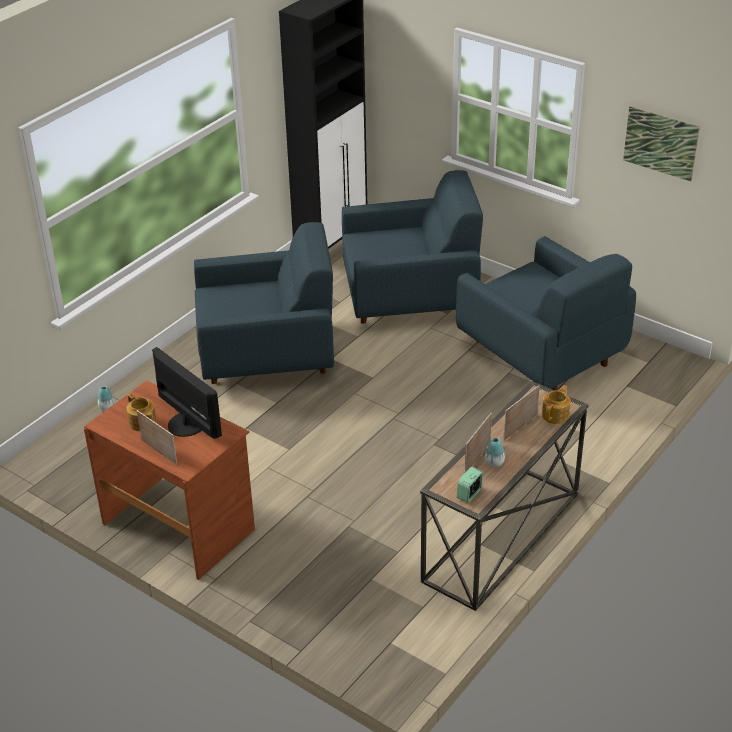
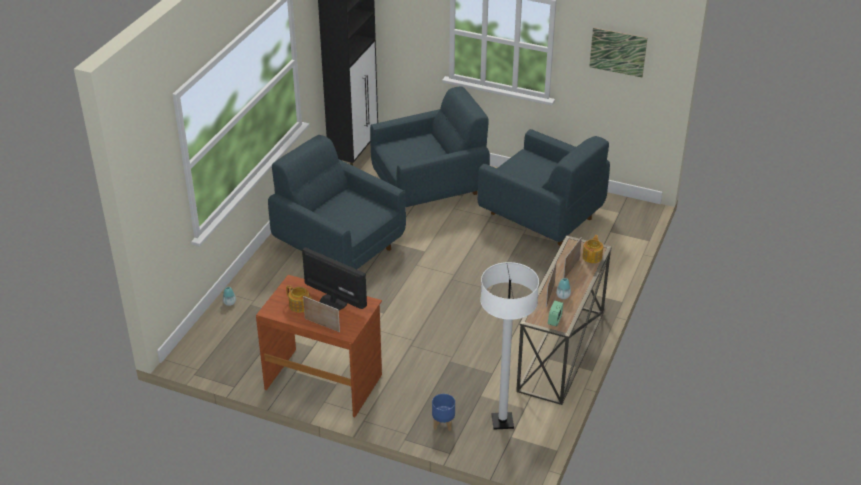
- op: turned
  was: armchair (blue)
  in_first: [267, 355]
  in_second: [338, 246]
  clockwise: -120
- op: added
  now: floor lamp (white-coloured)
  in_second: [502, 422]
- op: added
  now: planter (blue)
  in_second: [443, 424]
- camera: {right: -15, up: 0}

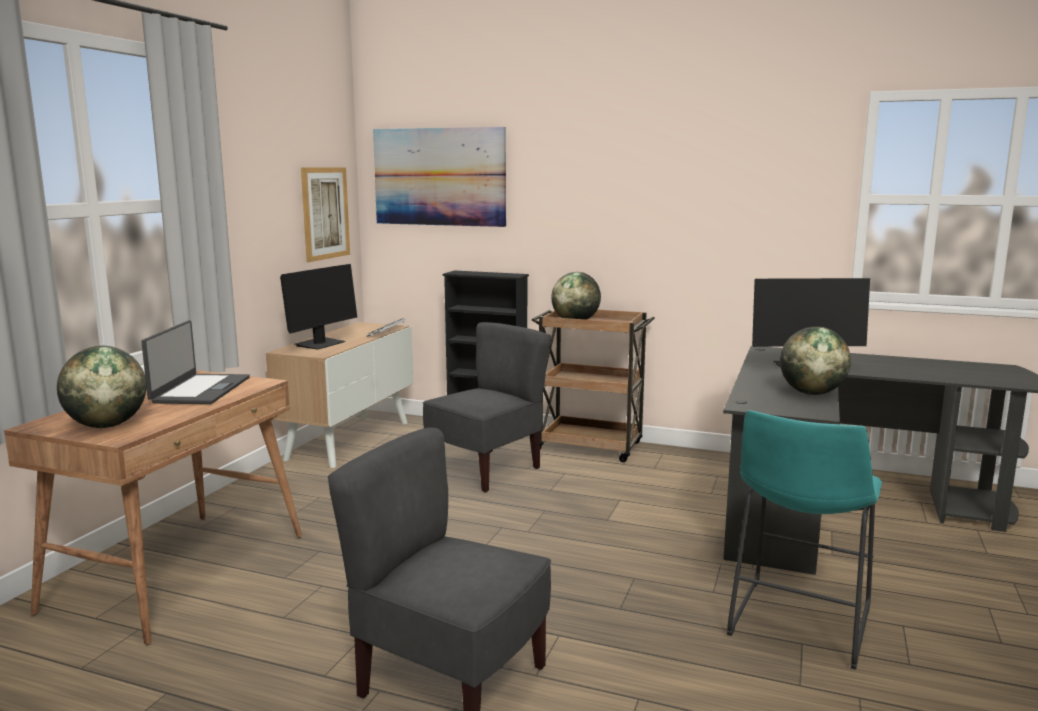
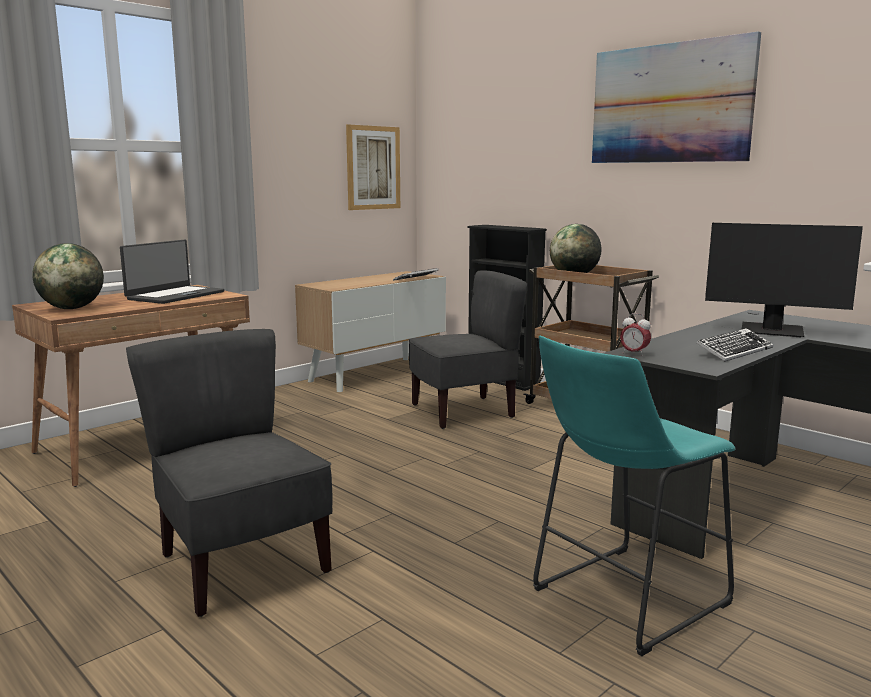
- op: moved
  was: wall art
  in_first: [439, 177]
  in_second: [670, 104]
- op: removed
  was: computer screen
  in_first: [320, 344]
- op: replaced
  was: desk globe
  now: PC keyboard
  in_first: [811, 393]
  in_second: [734, 351]
- op: added
  now: bedside clock
  in_second: [634, 353]
- camera: {right: 25, up: 0}

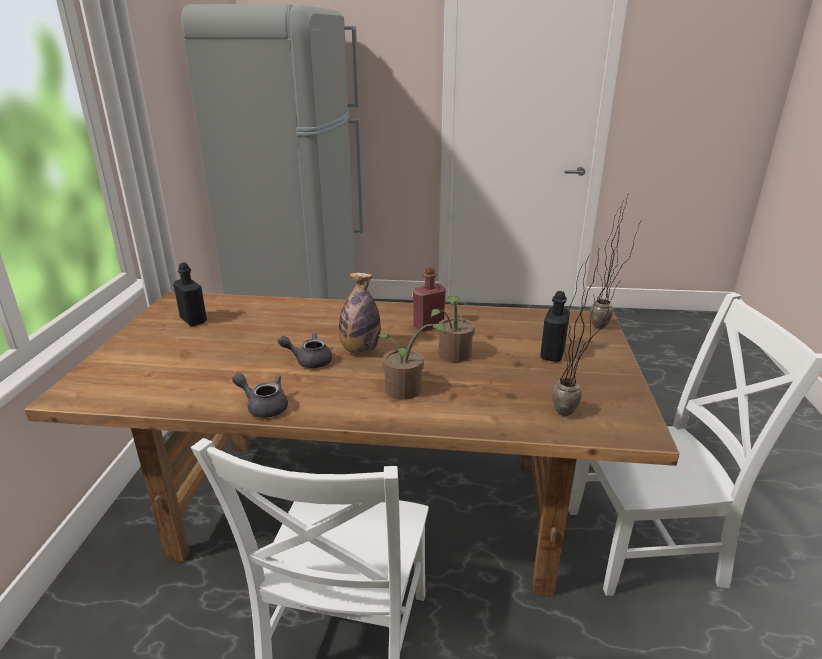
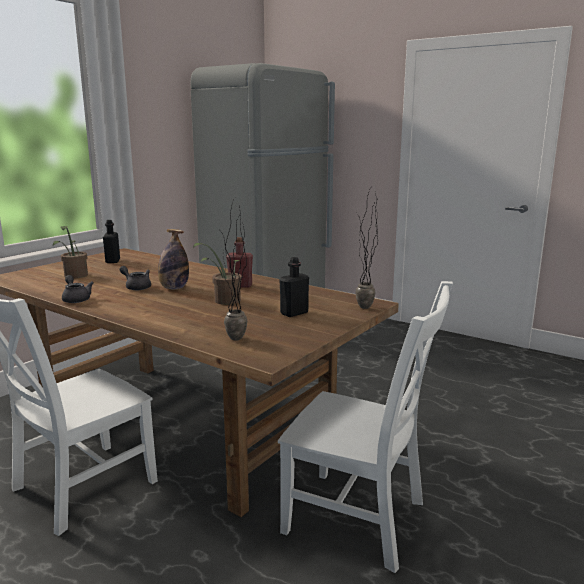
- op: moved
  was: potted plant
  in_first: [406, 392]
  in_second: [74, 276]
- camera: {right: 30, up: -10}

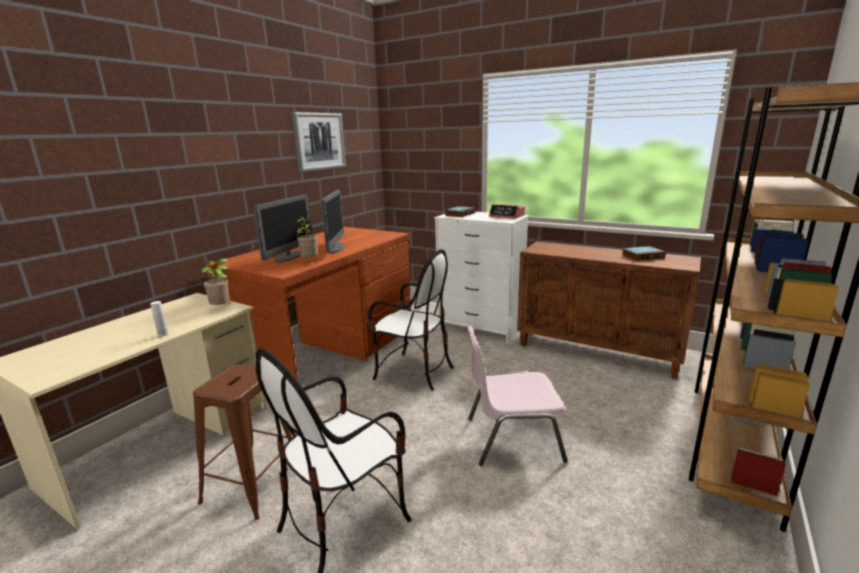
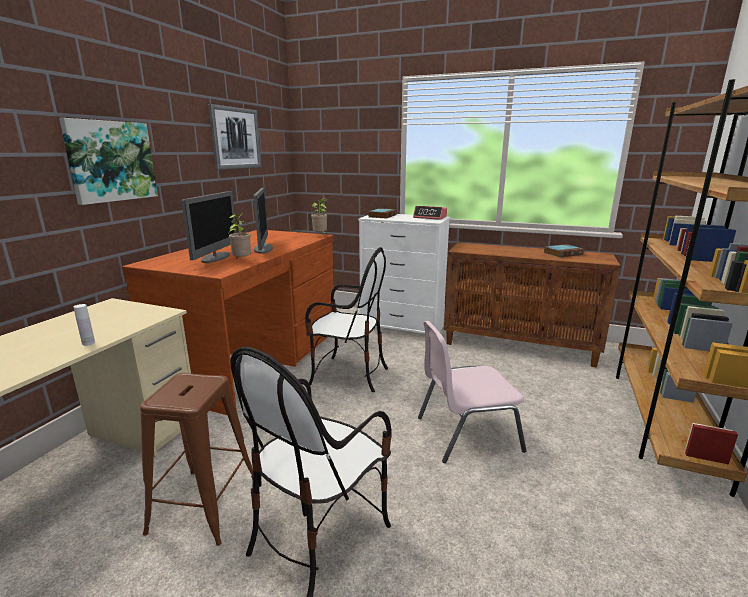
- op: moved
  was: potted plant
  in_first: [222, 308]
  in_second: [321, 236]
- op: added
  now: wall art
  in_second: [111, 161]
- camera: {right: -10, up: 0}

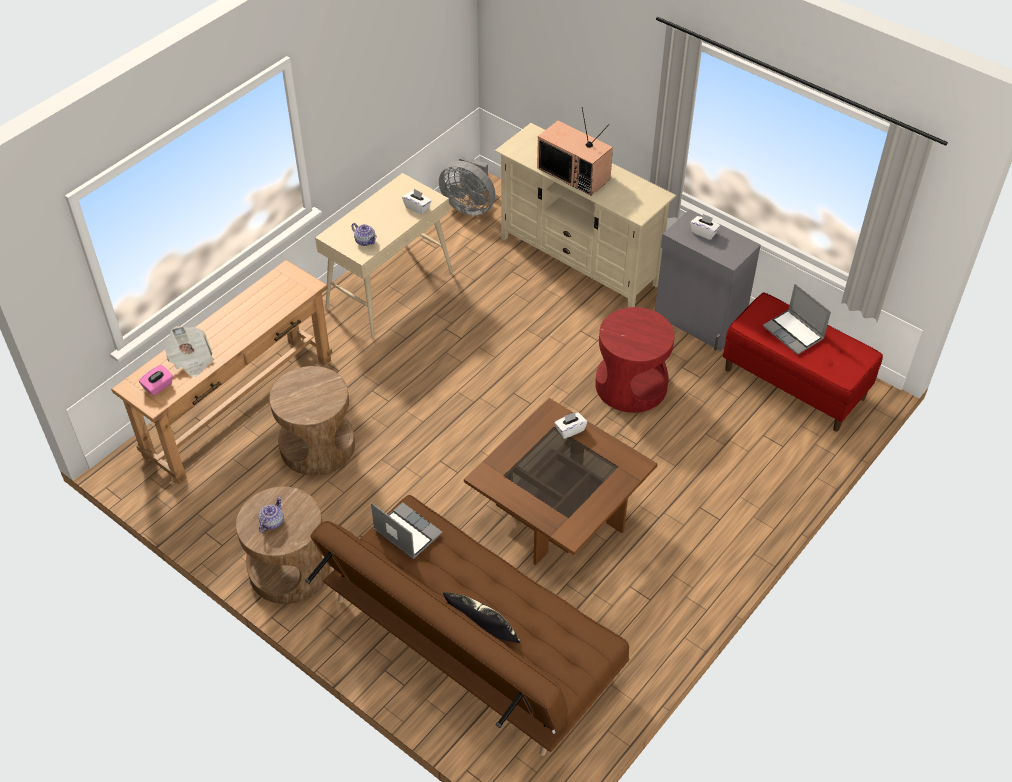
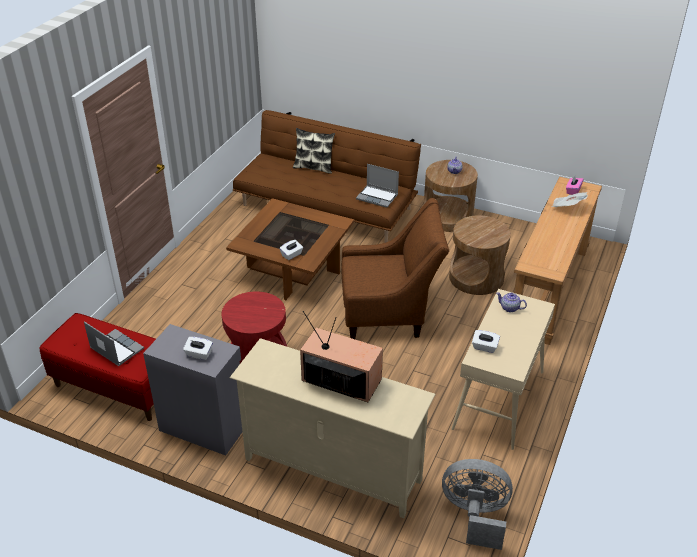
- op: added
  now: armchair (brown-coloured)
  in_second: [390, 312]
- camera: {right: 165, up: -10}

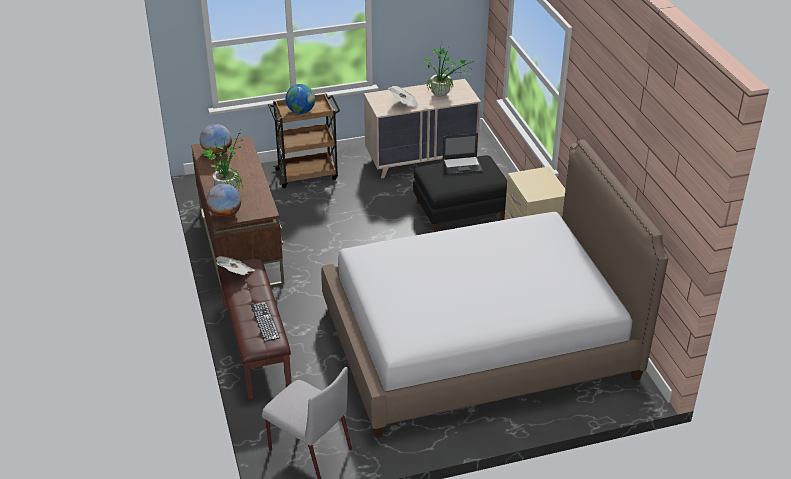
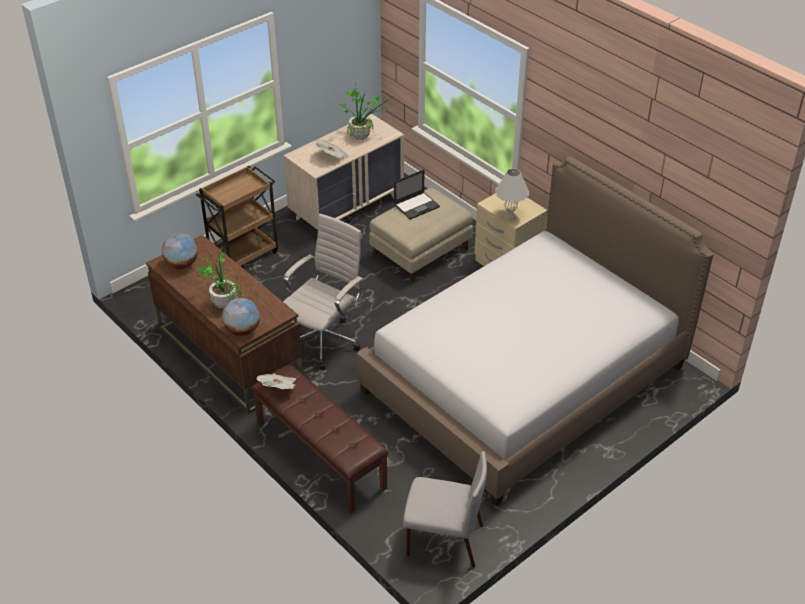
- op: removed
  was: desk globe
  in_first: [301, 111]
- op: recoloured
  was: footrest (black)
  now: footrest (sand-coloured)
  in_first: [461, 212]
  in_second: [421, 251]
- op: removed
  was: PC keyboard
  in_first: [265, 321]
- op: added
  now: lamp for a table (white-coloured)
  in_second: [510, 216]
- op: added
  now: desk chair (white-coloured)
  in_second: [325, 340]
- camera: {right: -25, up: 5}

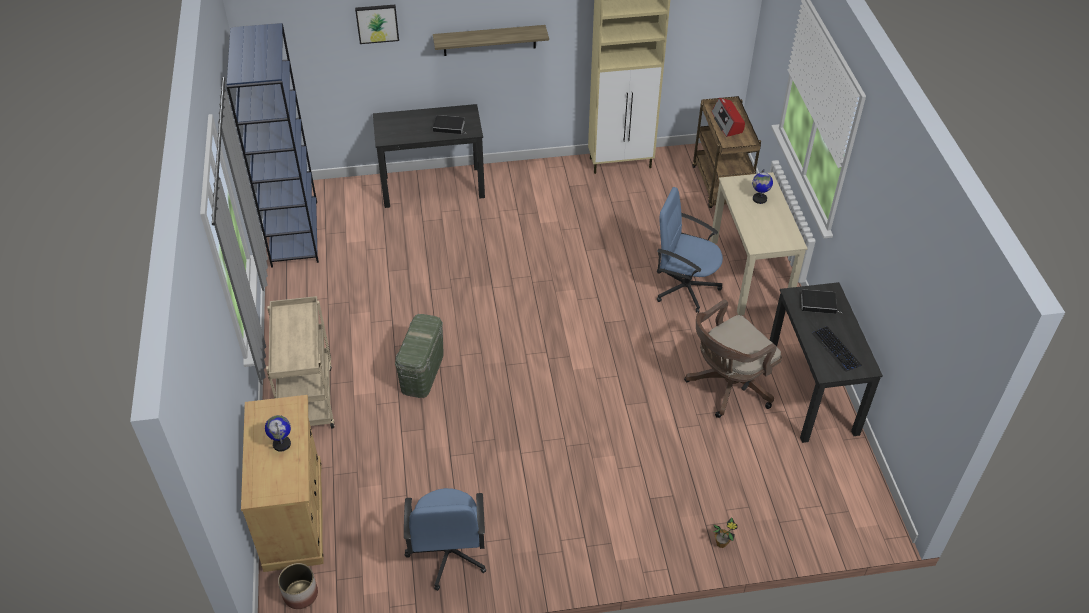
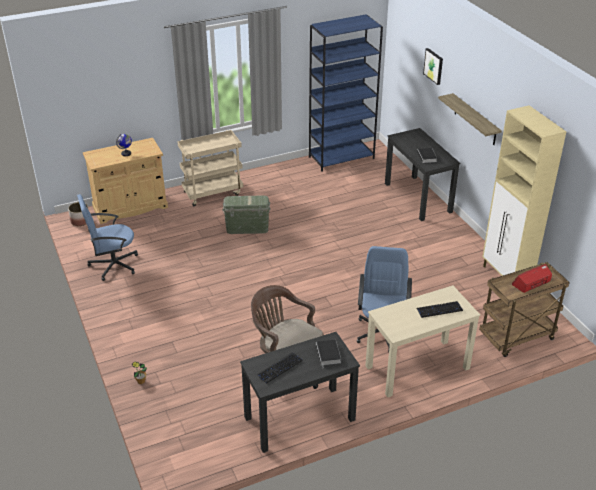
- op: replaced
  was: desk globe
  now: PC keyboard
  in_first: [759, 199]
  in_second: [439, 310]
- camera: {right: 75, up: -10}

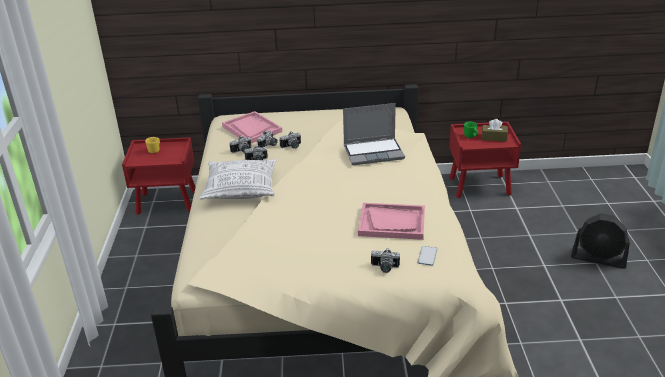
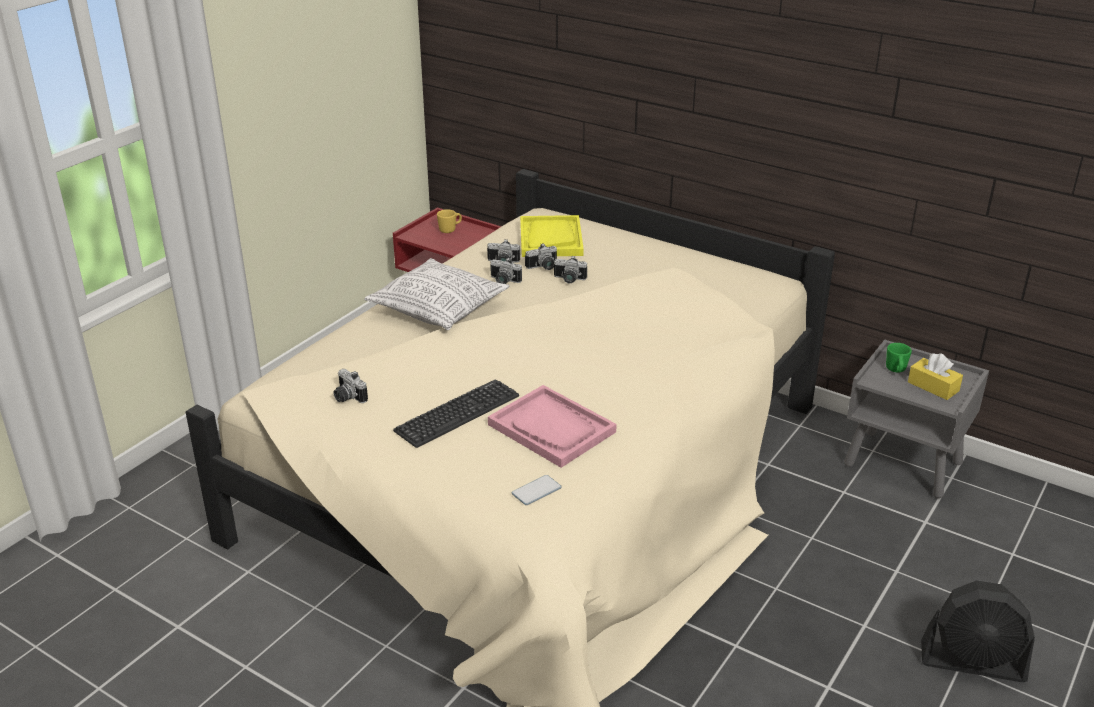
- op: removed
  was: portable computer
  in_first: [374, 152]
- op: recoloured
  was: carrying tray (pink-coloured)
  now: carrying tray (yellow)
  in_first: [251, 129]
  in_second: [550, 238]
- op: recoloured
  was: tissue box (brown-coloured)
  now: tissue box (yellow)
  in_first: [494, 138]
  in_second: [933, 386]
- op: recoloured
  was: night table (red)
  now: night table (grey)
  in_first: [480, 186]
  in_second: [904, 464]
- op: turned
  was: fan (black)
  in_first: [598, 258]
  in_second: [973, 662]
  clockwise: -45
- op: moved
  was: still camera
  in_first: [384, 268]
  in_second: [347, 397]
- op: added
  now: PC keyboard
  in_second: [457, 413]
- camera: {right: 35, up: 0}

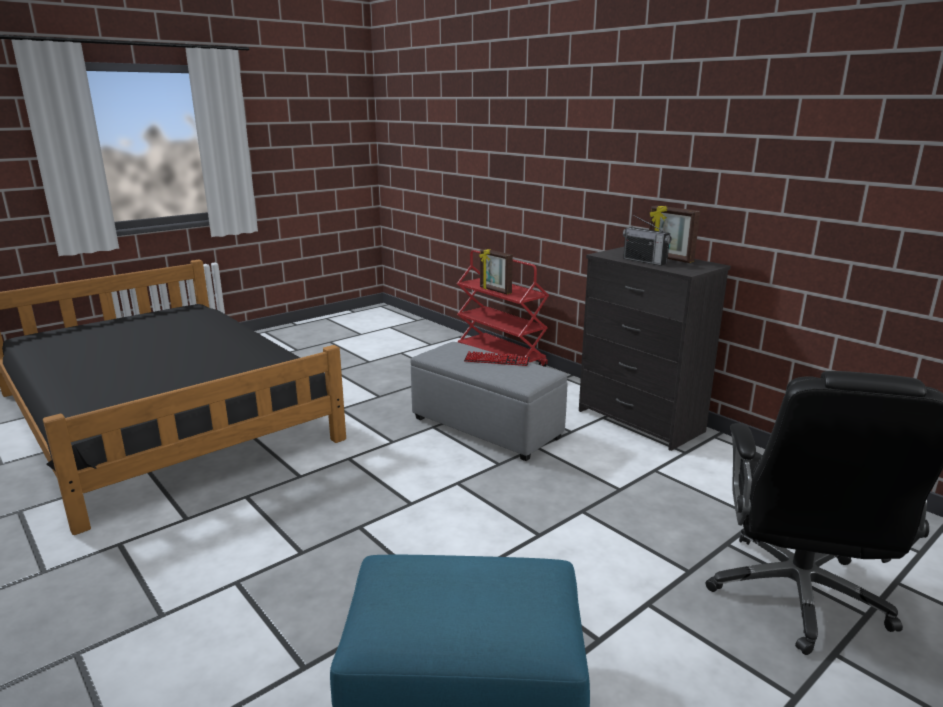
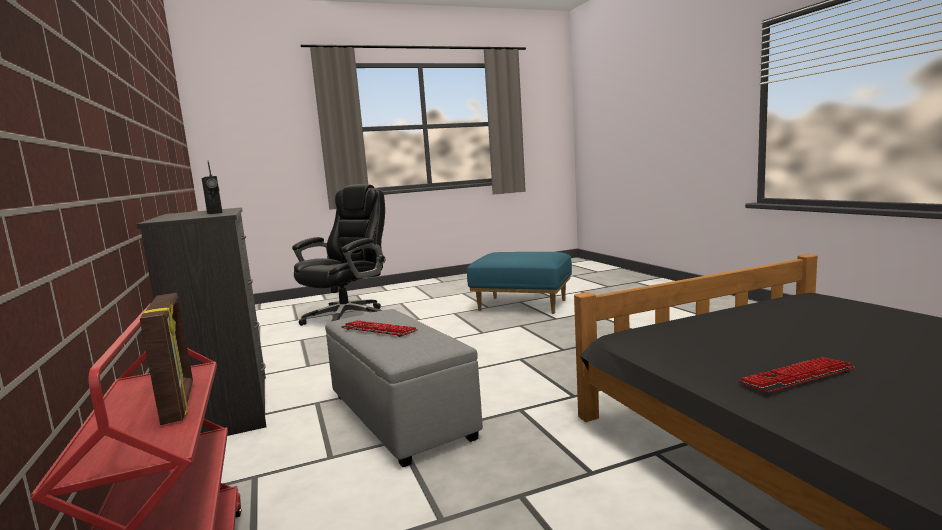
- op: removed
  was: standing frame
  in_first: [669, 259]
- op: added
  now: PC keyboard
  in_second: [796, 377]
- camera: {right: -160, up: -10}

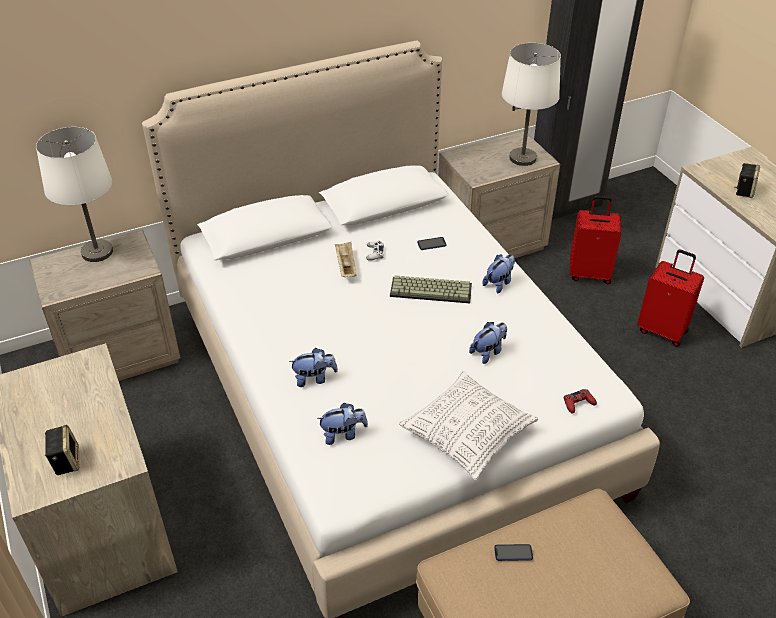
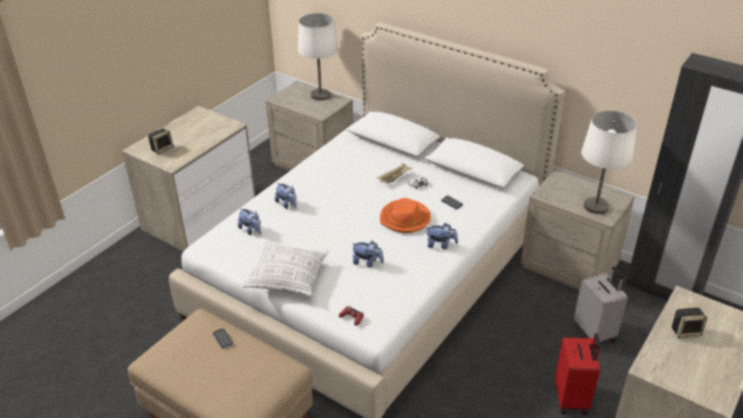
- op: recoloured
  was: suitcase (red)
  now: suitcase (grey)
  in_first: [589, 273]
  in_second: [595, 332]
- op: replaced
  was: PC keyboard
  now: clothing hat (orange-coloured)
  in_first: [432, 289]
  in_second: [405, 219]
- camera: {right: 60, up: -5}

